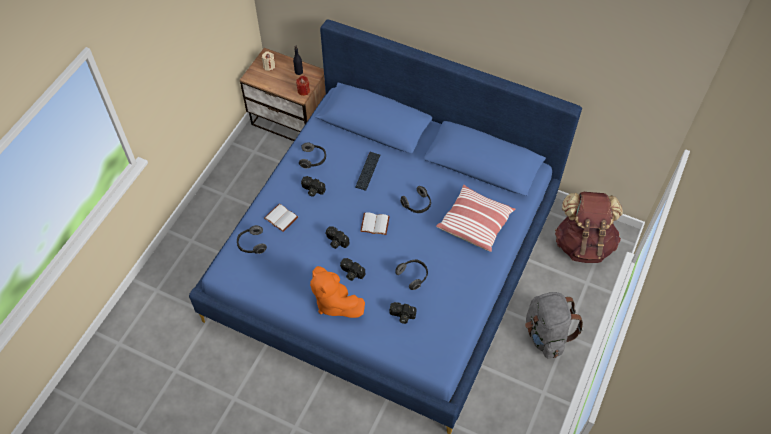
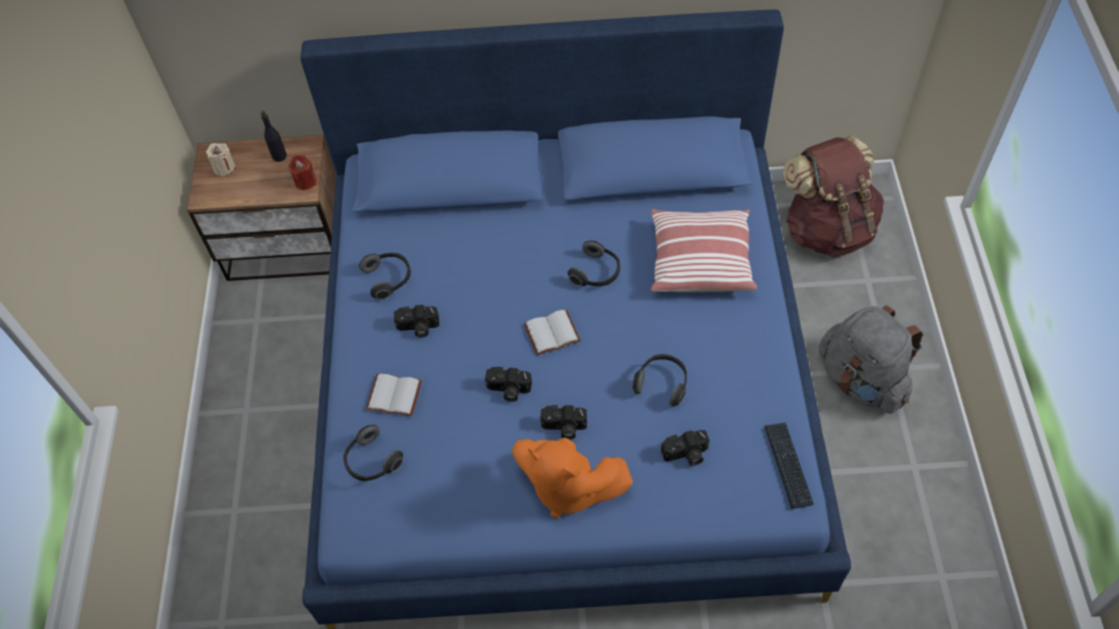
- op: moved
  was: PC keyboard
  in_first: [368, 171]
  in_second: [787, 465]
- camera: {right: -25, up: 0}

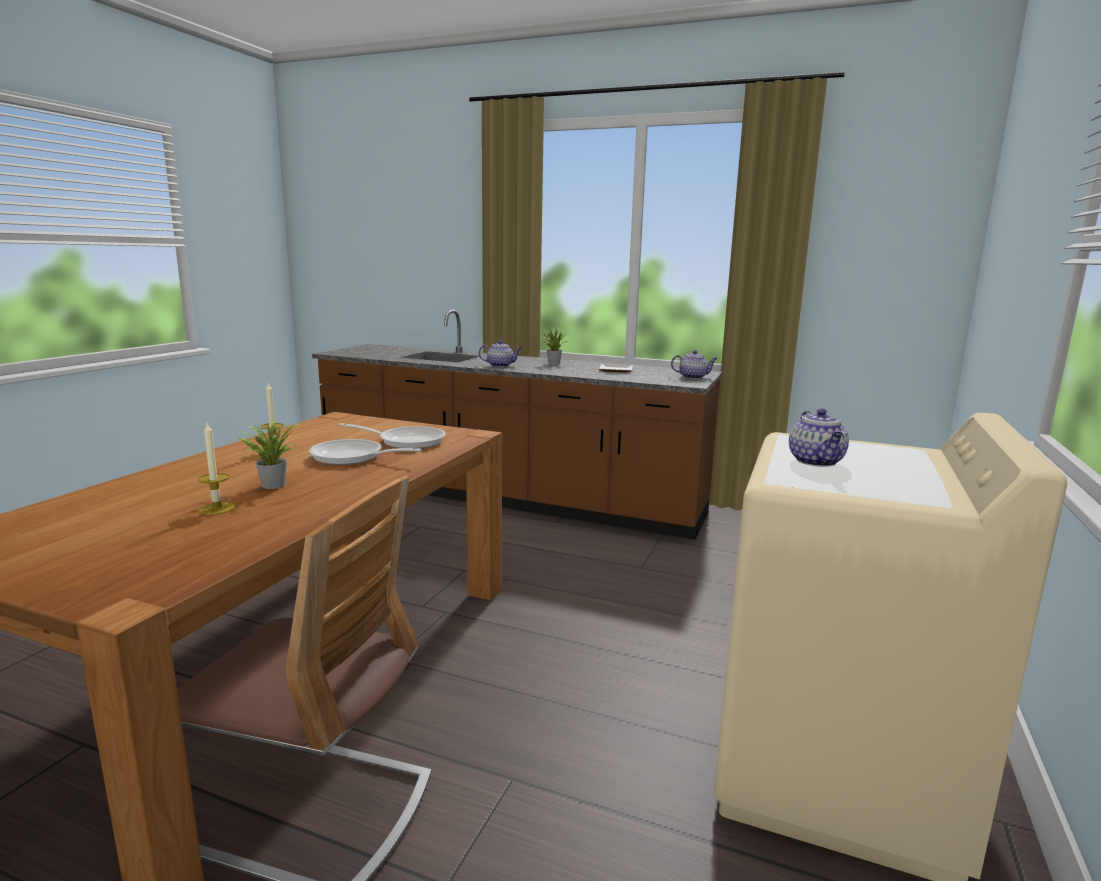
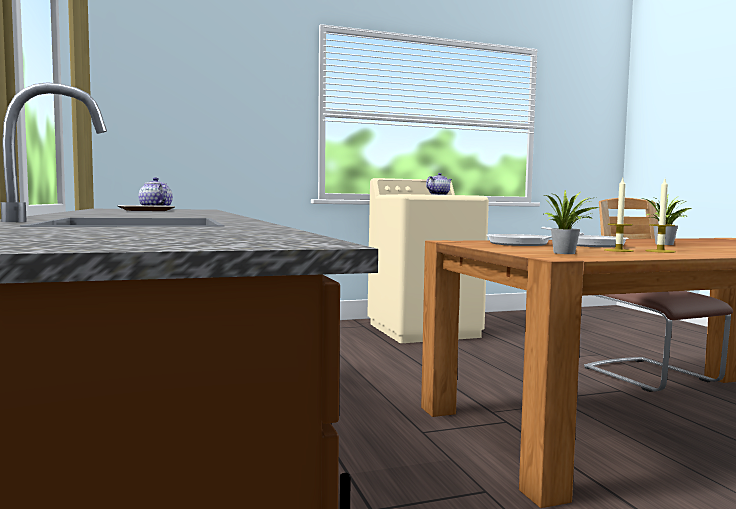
- op: moved
  was: potted plant
  in_first: [552, 363]
  in_second: [566, 253]
- op: removed
  was: tea pot
  in_first: [500, 365]
- op: moved
  was: wax candle
  in_first: [217, 508]
  in_second: [618, 250]
- camera: {right: -130, up: -10}

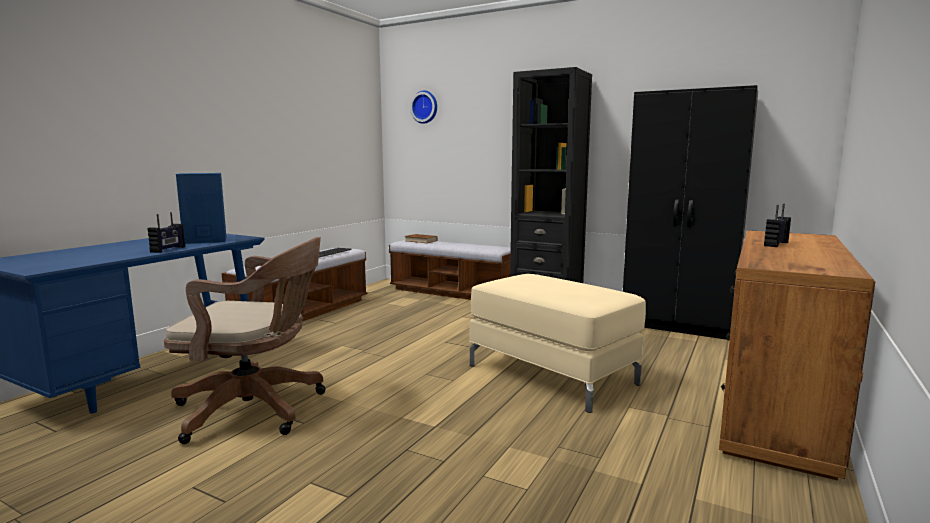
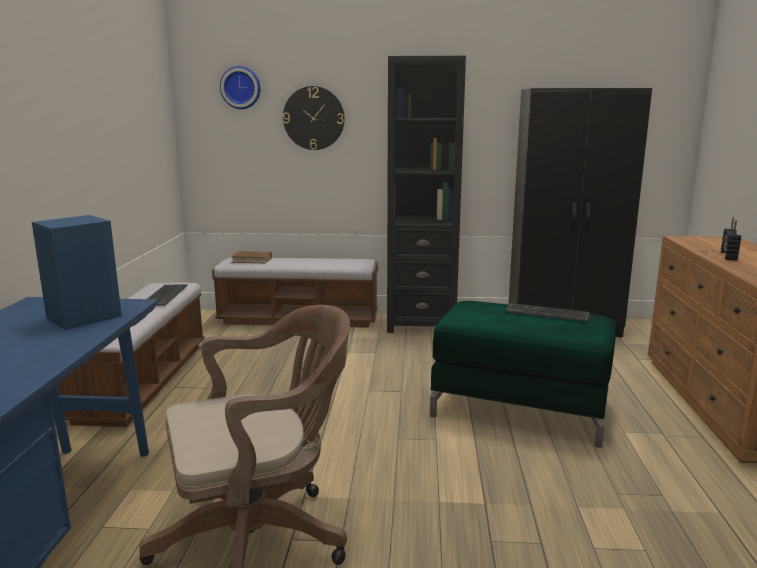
- op: removed
  was: radio
  in_first: [168, 249]
- op: recoloured
  was: footrest (sand-coloured)
  now: footrest (green-coloured)
  in_first: [552, 374]
  in_second: [521, 409]
- op: added
  now: clock on the wall
  in_second: [313, 118]
- op: added
  now: PC keyboard
  in_second: [547, 313]
- camera: {right: -25, up: 5}

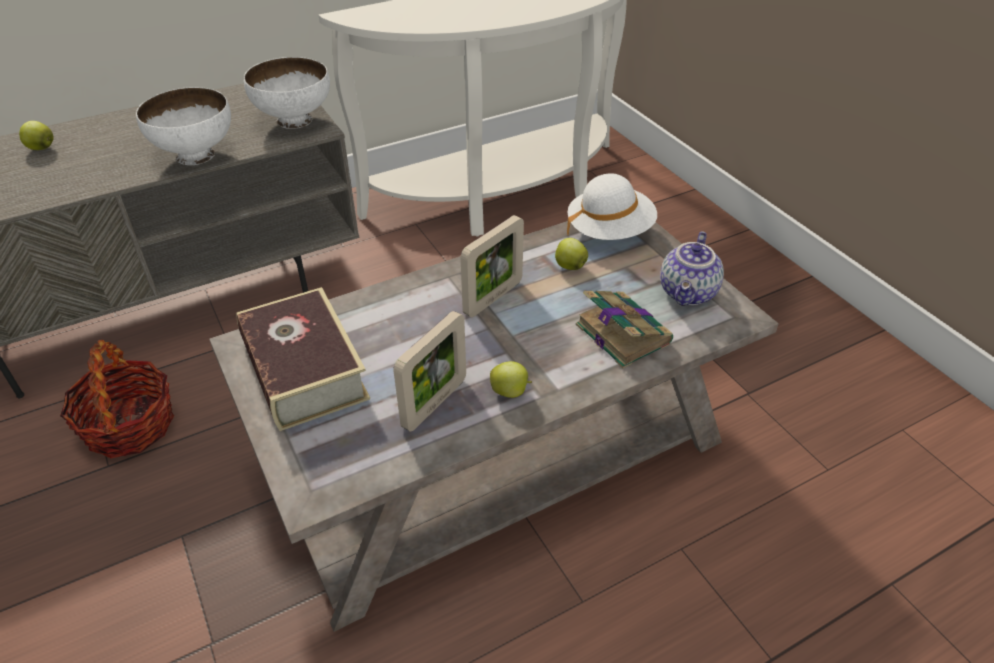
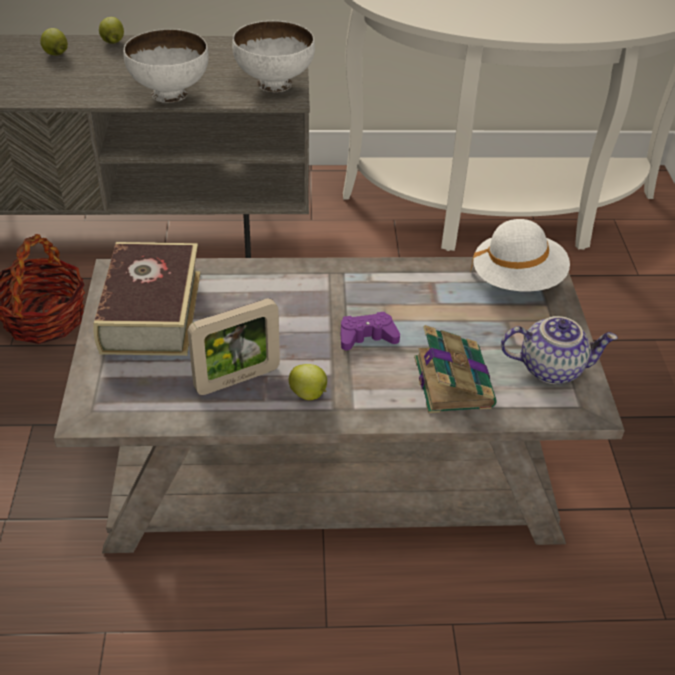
- op: removed
  was: standing frame
  in_first: [493, 298]
- op: turned
  was: tea pot
  in_first: [689, 293]
  in_second: [551, 368]
  clockwise: -135
- op: moved
  was: apple fruit
  in_first: [569, 266]
  in_second: [113, 42]
- op: added
  now: gamepad (purplish)
  in_second: [367, 337]
- camera: {right: 25, up: 0}

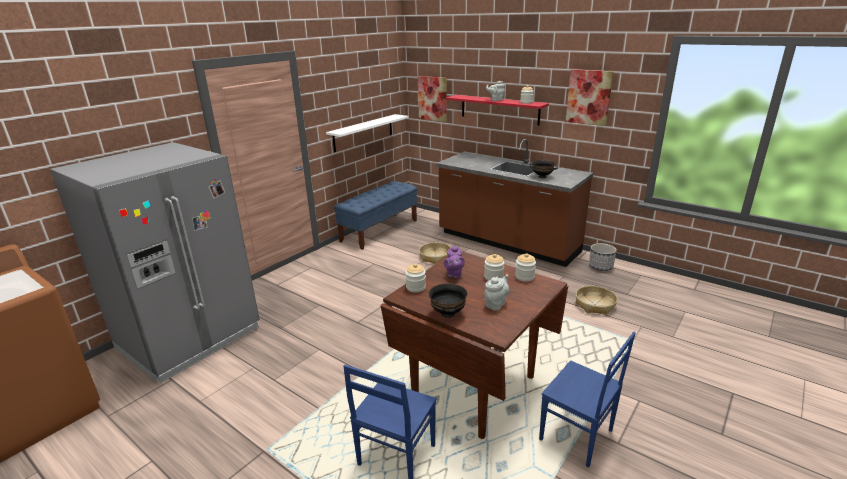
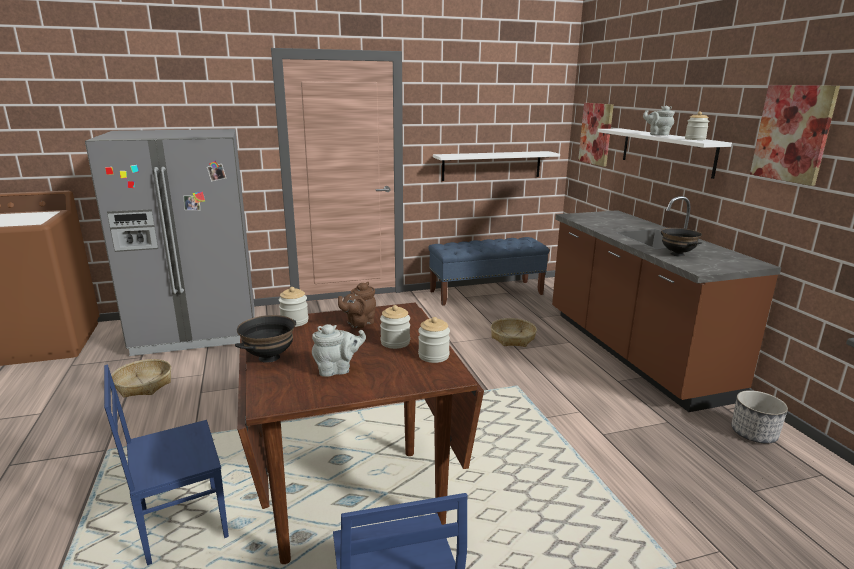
- op: recoloured
  was: wall shelf (red)
  now: wall shelf (white-coloured)
  in_first: [499, 109]
  in_second: [666, 151]
- op: recoloured
  was: tea pot (purplish)
  now: tea pot (brown-coloured)
  in_first: [454, 274]
  in_second: [358, 323]
- op: moved
  was: basket
  in_first: [595, 305]
  in_second: [144, 385]
- camera: {right: 35, up: -5}

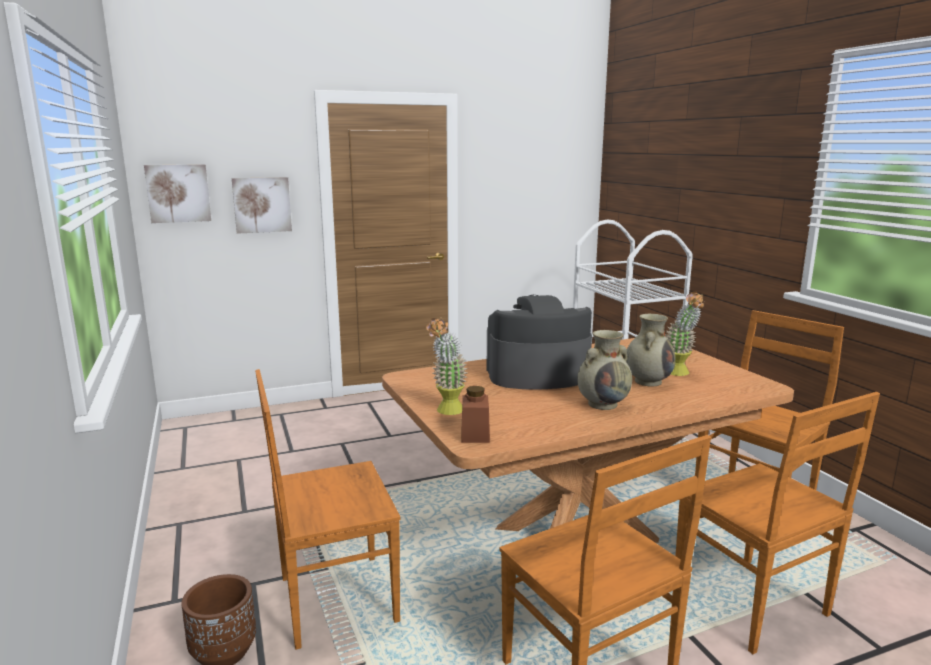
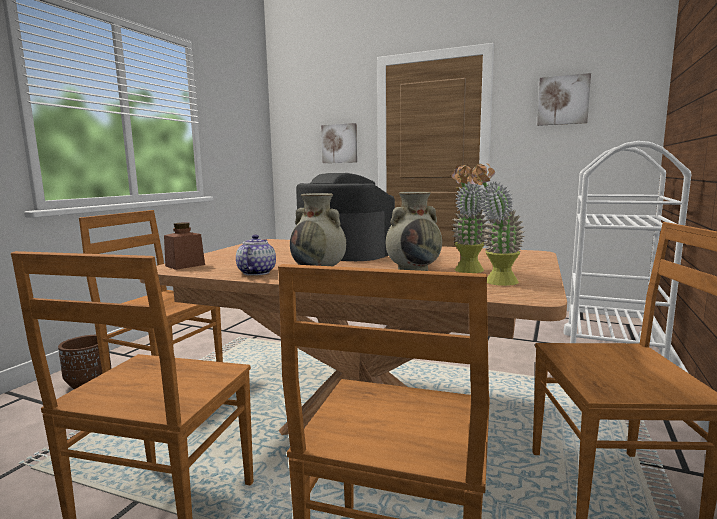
- op: moved
  was: wall art
  in_first: [178, 193]
  in_second: [563, 100]
- op: moved
  was: potted plant
  in_first: [447, 412]
  in_second: [494, 283]
- op: added
  now: tea pot
  in_second: [256, 272]
- camera: {right: 45, up: -5}

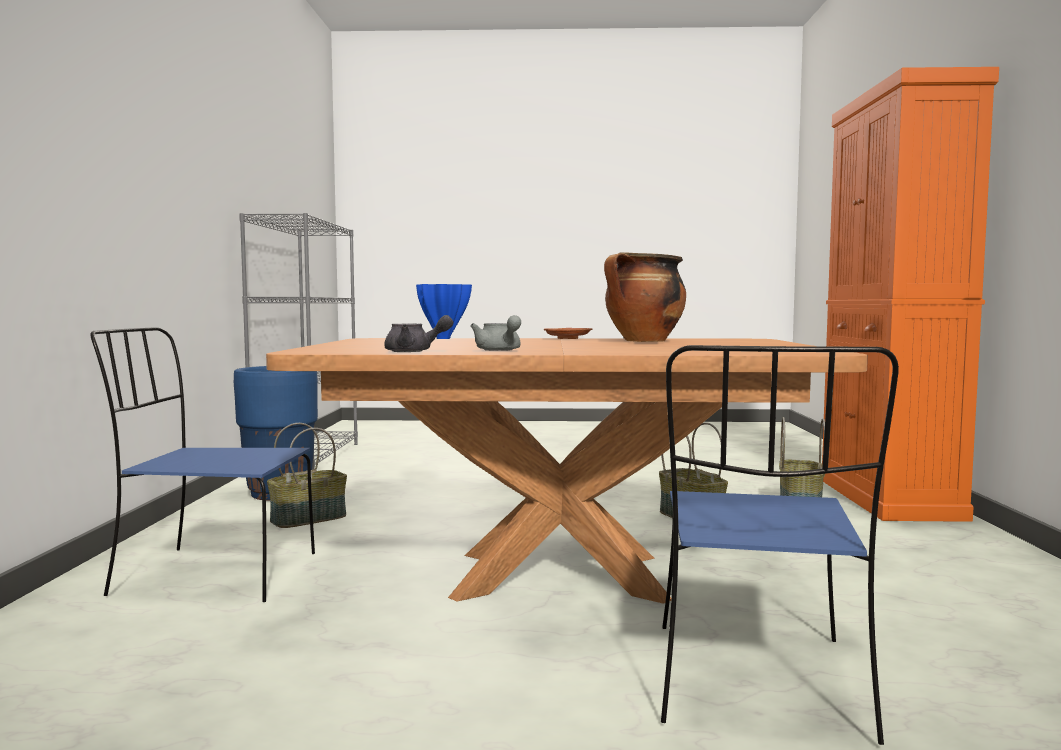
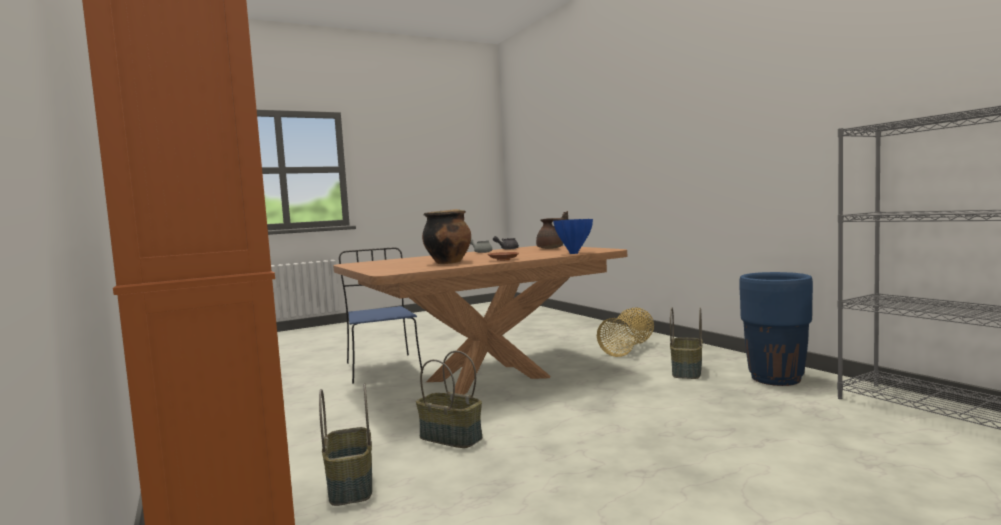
- op: replaced
  was: plain chair (blue)
  now: basket
  in_first: [212, 574]
  in_second: [628, 348]
- op: added
  now: tea pot (brown-coloured)
  in_second: [551, 248]
- camera: {right: 150, up: 0}

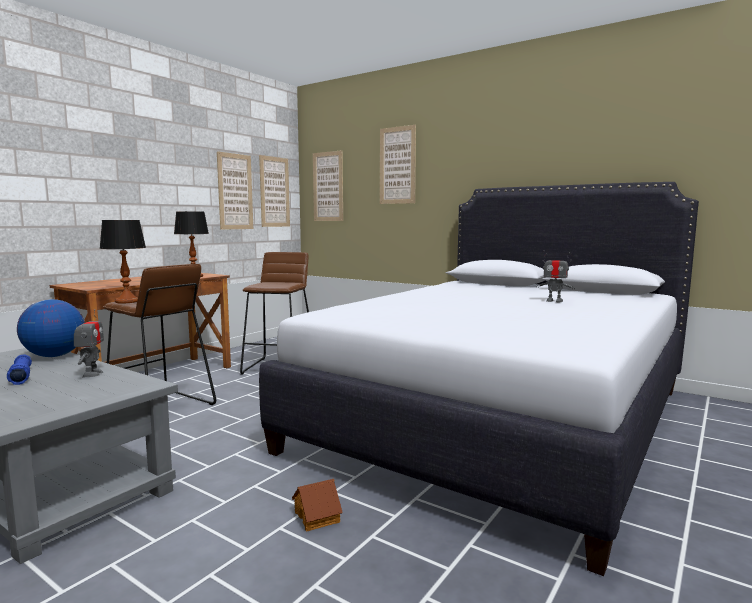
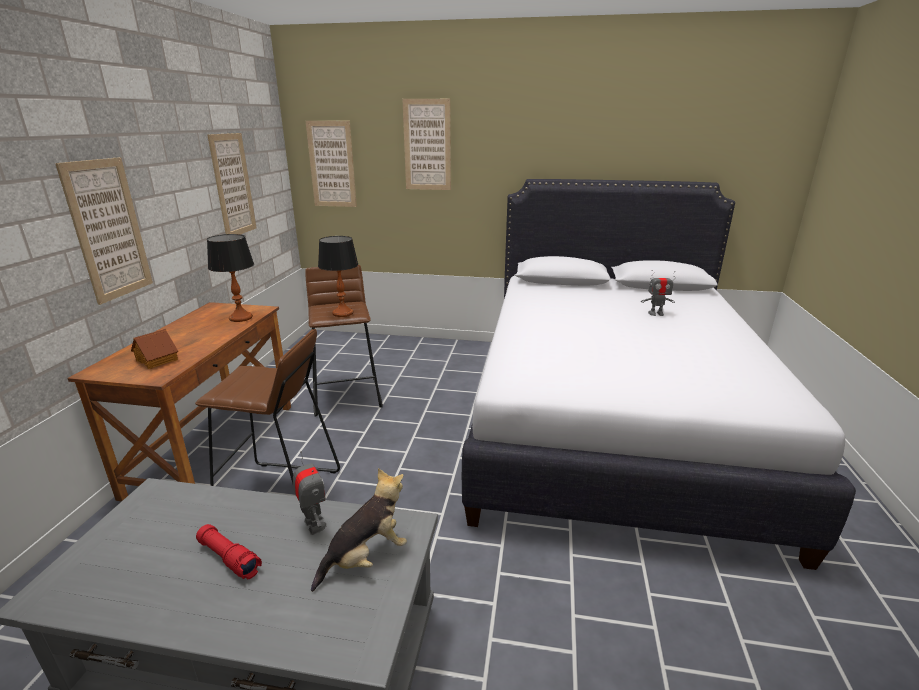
- op: moved
  was: wall art
  in_first: [274, 192]
  in_second: [108, 230]
- op: moved
  was: lamp for a table
  in_first: [126, 301]
  in_second: [342, 313]
- op: removed
  was: desk globe
  in_first: [54, 356]
- op: recoloured
  was: hand torch (blue)
  now: hand torch (red)
  in_first: [21, 376]
  in_second: [229, 558]
- op: moved
  was: miniature house
  in_first: [317, 516]
  in_second: [157, 360]
- op: added
  now: soft toy
  in_second: [366, 557]
- camera: {right: -25, up: 15}

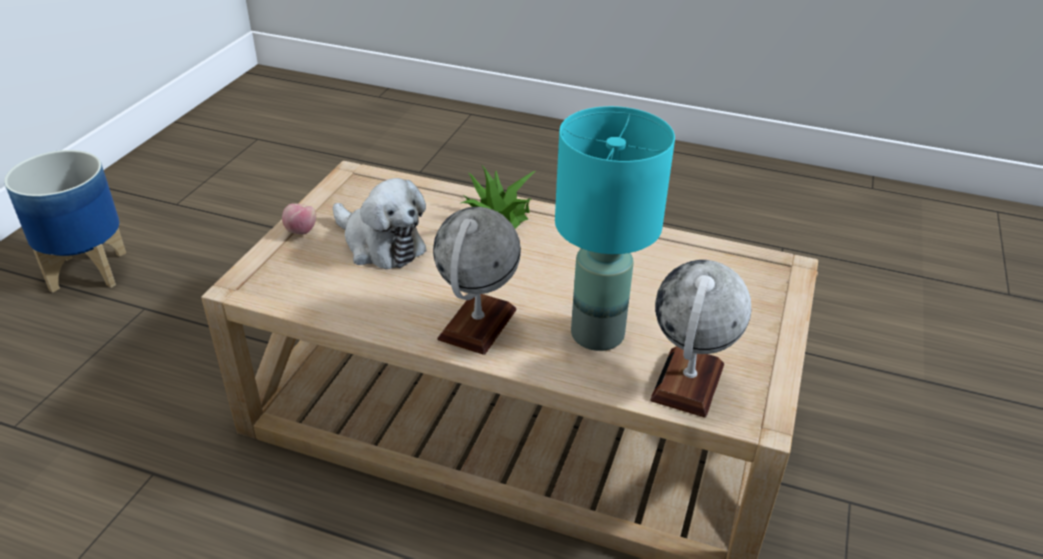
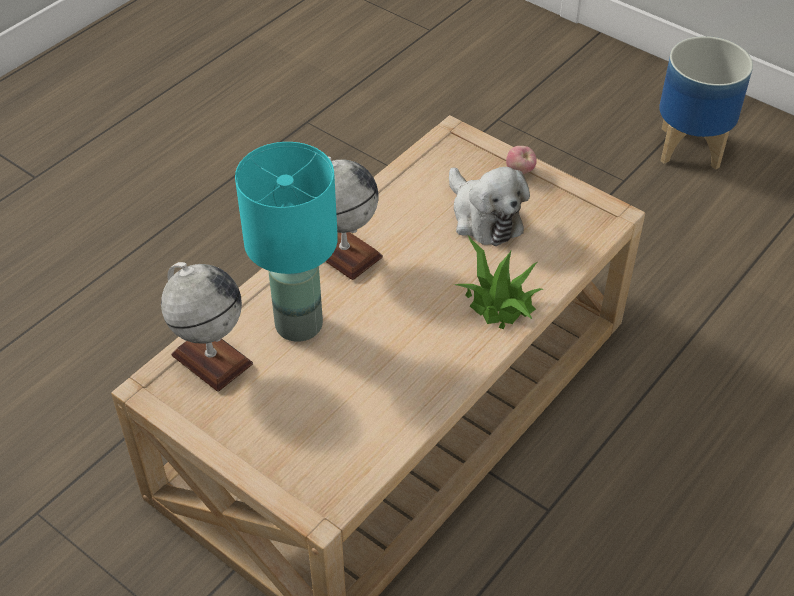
- op: turned
  was: soft toy
  in_first: [380, 244]
  in_second: [484, 217]
  clockwise: -90
- camera: {right: 110, up: 10}

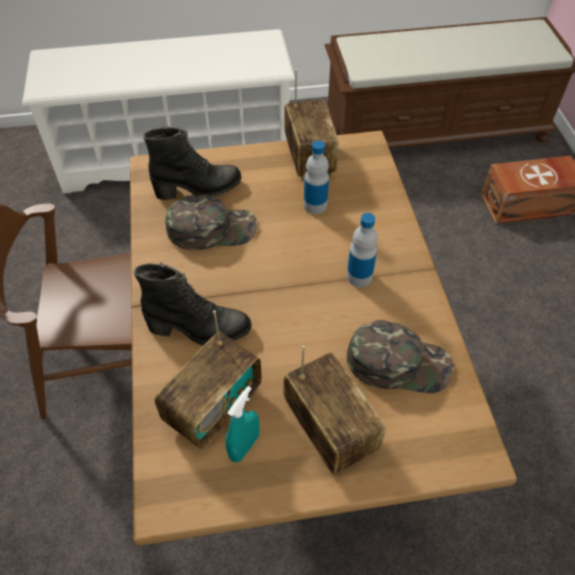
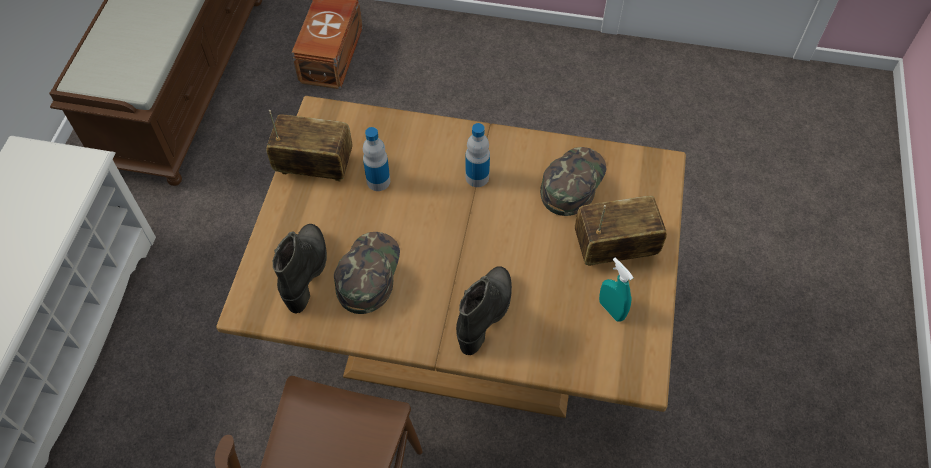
- op: removed
  was: radio
  in_first: [213, 407]
- camera: {right: -70, up: 5}

